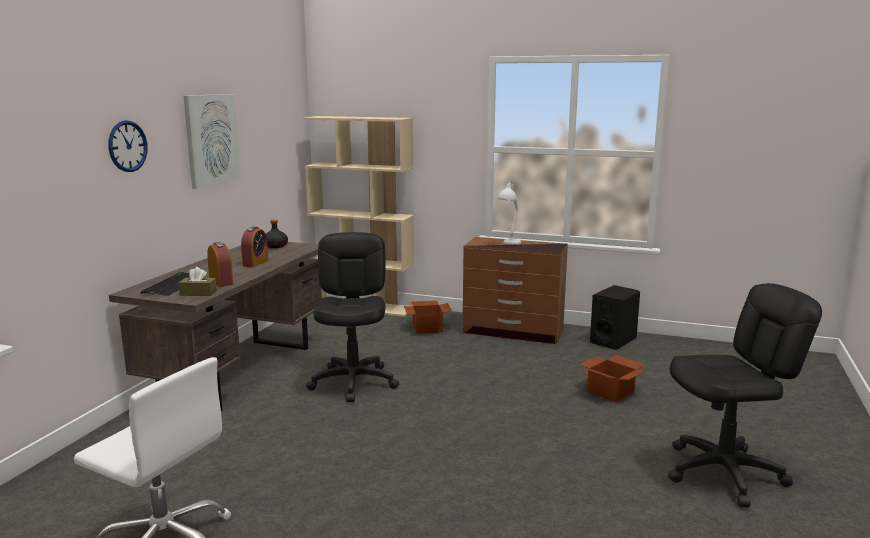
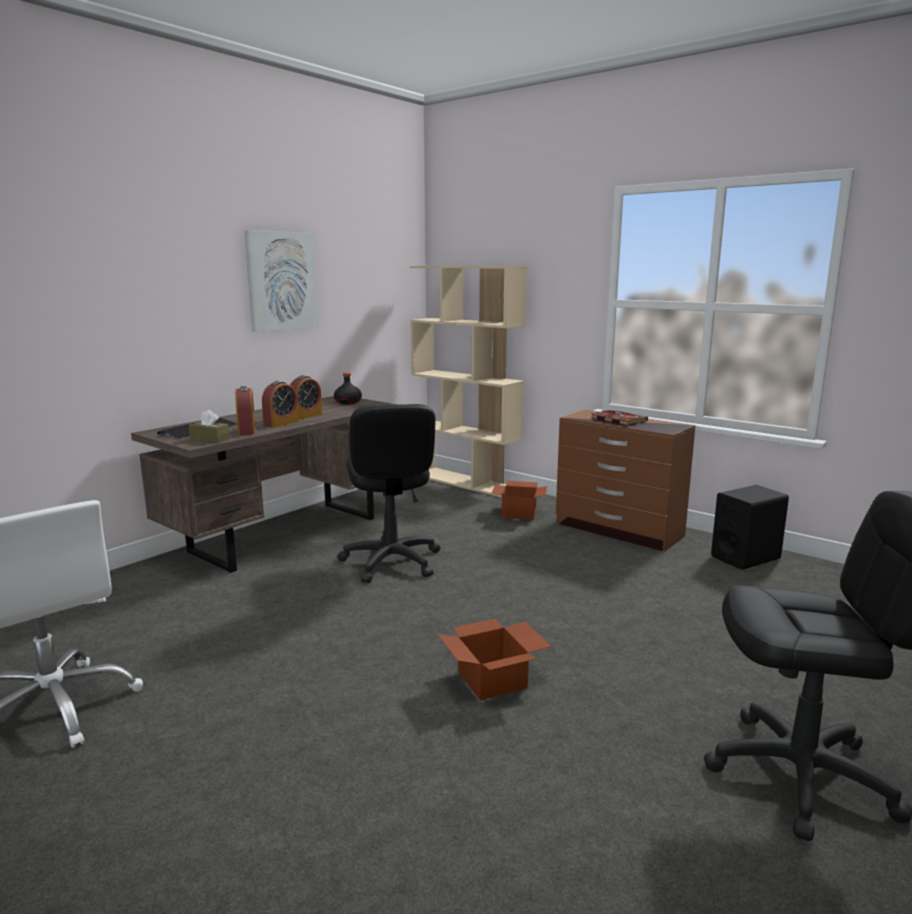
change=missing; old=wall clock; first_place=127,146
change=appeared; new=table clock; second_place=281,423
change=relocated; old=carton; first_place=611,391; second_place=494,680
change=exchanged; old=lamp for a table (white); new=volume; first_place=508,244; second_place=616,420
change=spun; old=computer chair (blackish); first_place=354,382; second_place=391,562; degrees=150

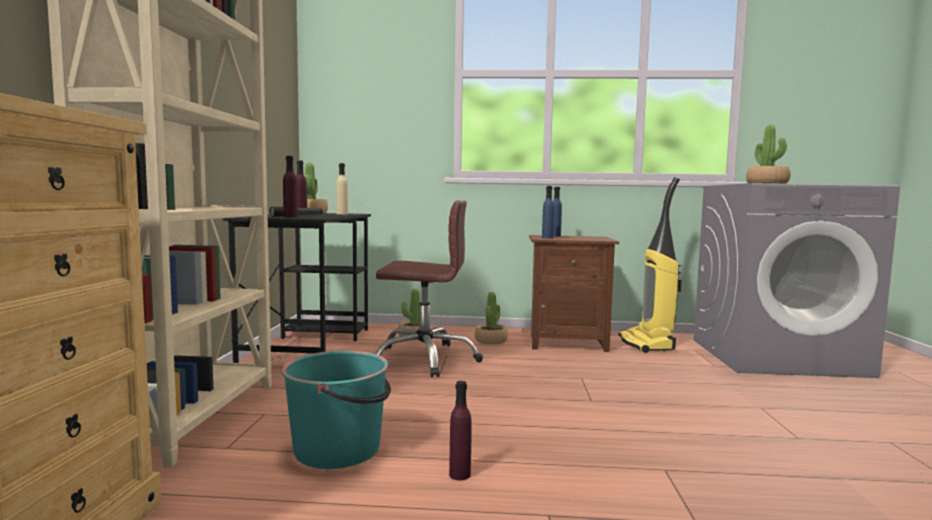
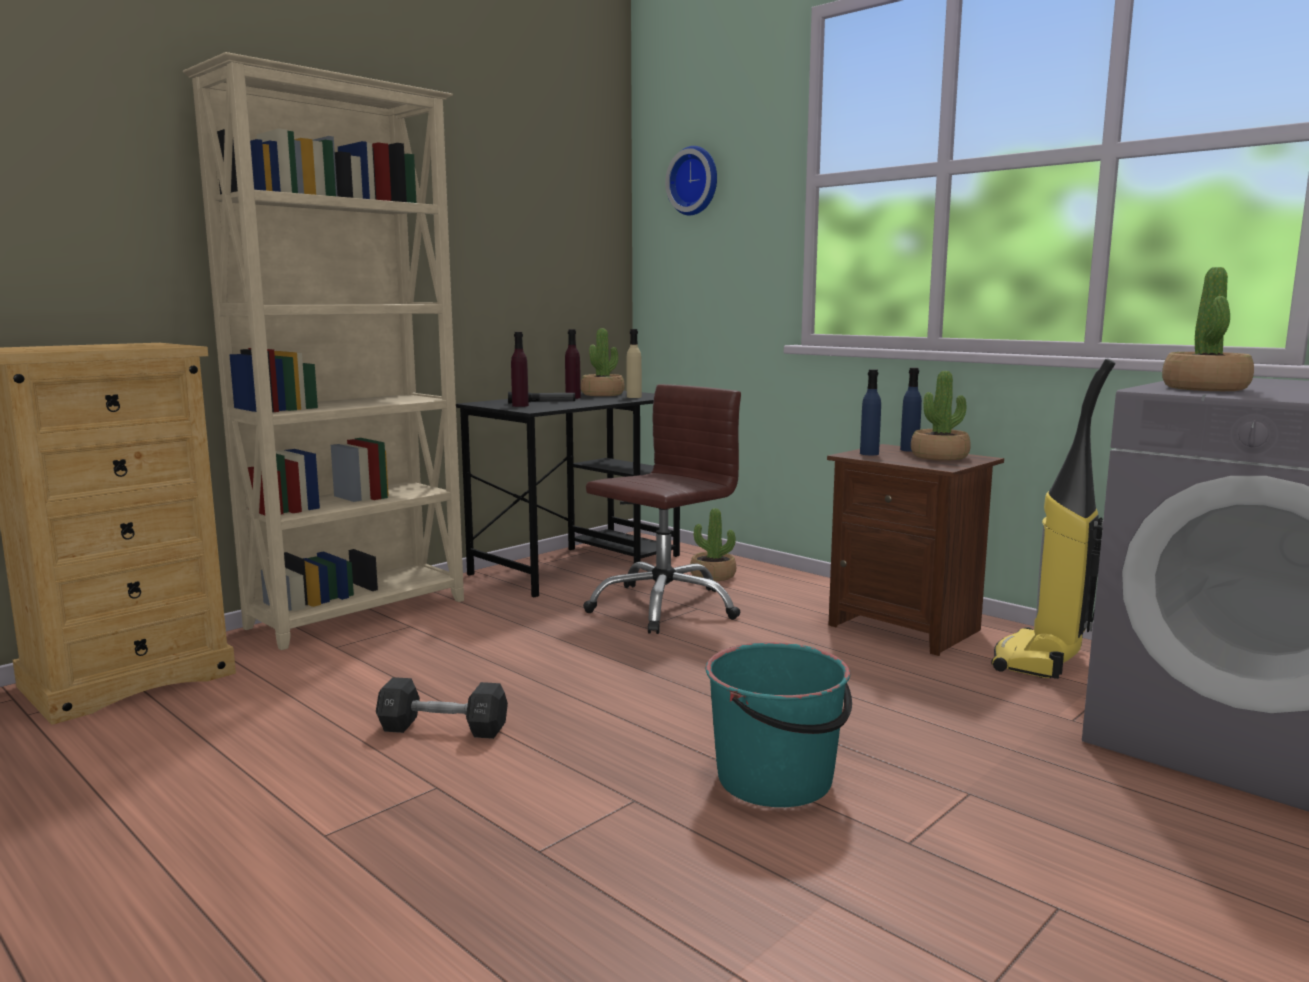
change=appeared; new=wall clock; second_place=695,181
change=relocated; old=pail (blue-green); first_place=339,449; second_place=776,780
change=relocated; old=plant in a pot; first_place=491,341; second_place=939,456
change=exchanged; old=drink bottle (purple); new=free weight (blackish); first_place=459,474; second_place=443,729
change=spun; old=computer chair (brownish); first_place=424,359; second_place=663,607; degrees=-90

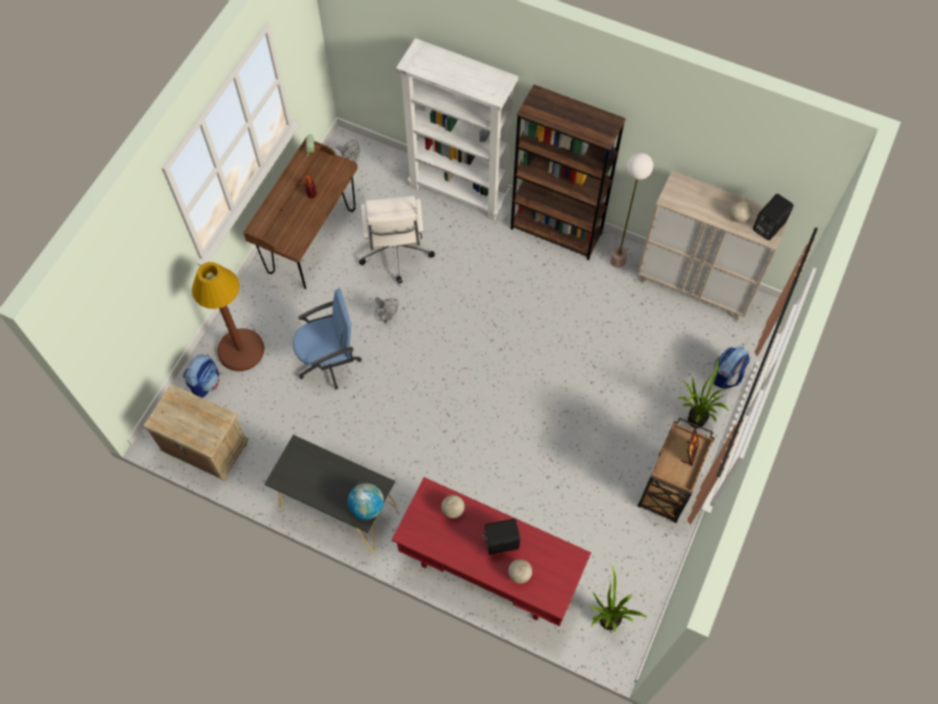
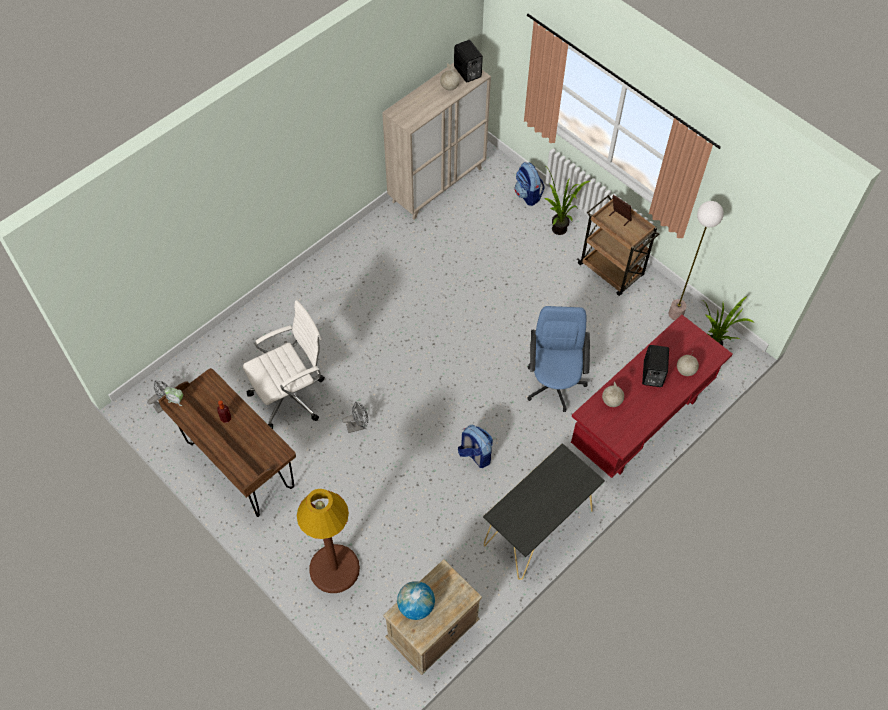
change=missing; old=shelving unit (white); first_place=459,192
change=missing; old=shelving unit (brownish); first_place=556,231
change=relocated; old=rucksack; first_place=206,383; second_place=475,455
change=relocated; old=computer chair (blue-coloured); first_place=329,361; second_place=554,383
change=relocated; old=globe; first_place=367,506; second_place=416,606
change=relocated; old=floor lamp; first_place=617,261; second_place=676,314
change=spun; old=computer chair (white); first_place=395,252; second_place=291,396; degrees=-45

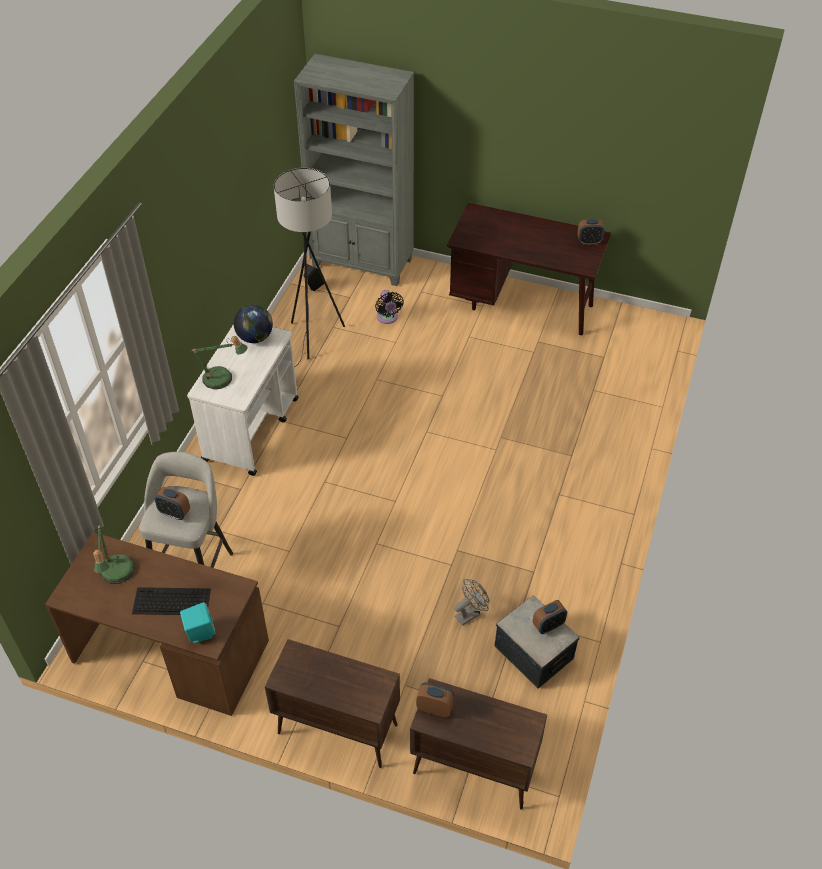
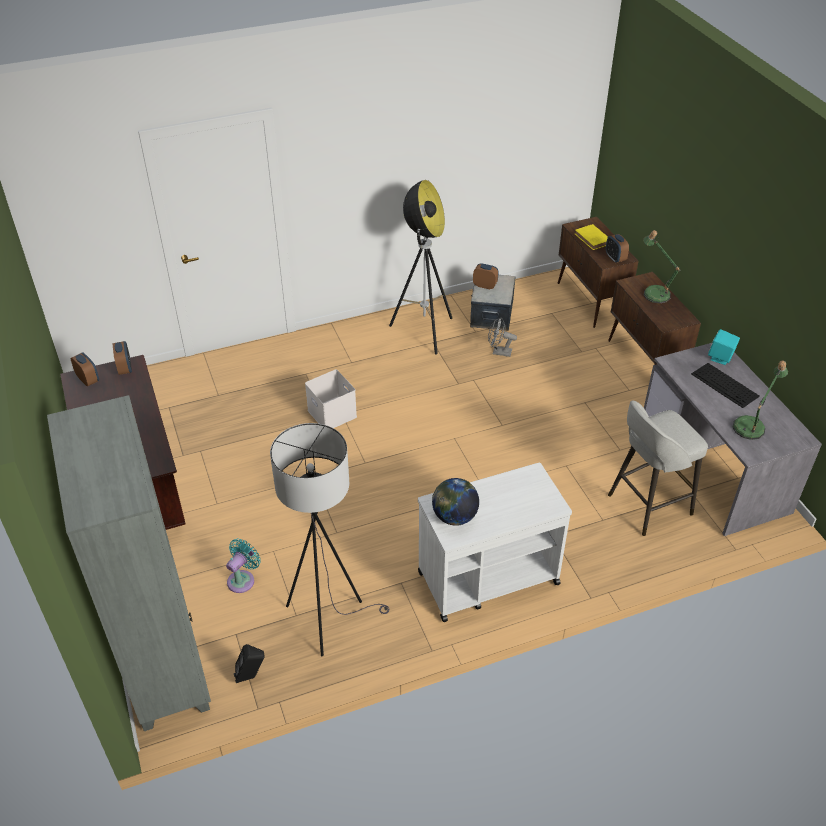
change=appeared; new=storage box (white); second_place=331,413
change=appeared; new=floor lamp; second_place=423,332
change=appeared; new=volume (yellow-coloured); second_place=593,239
change=relocated; old=table clock; first_place=174,513; second_place=125,368
change=relocated; old=lamp for a table; first_place=222,380; second_place=654,292
change=colour; old=desk unit (brownish); new=desk unit (grey); first_place=169,652; second_place=714,469
change=colour; old=fan (blackish); new=fan (blue-green); first_place=387,318; second_place=243,579

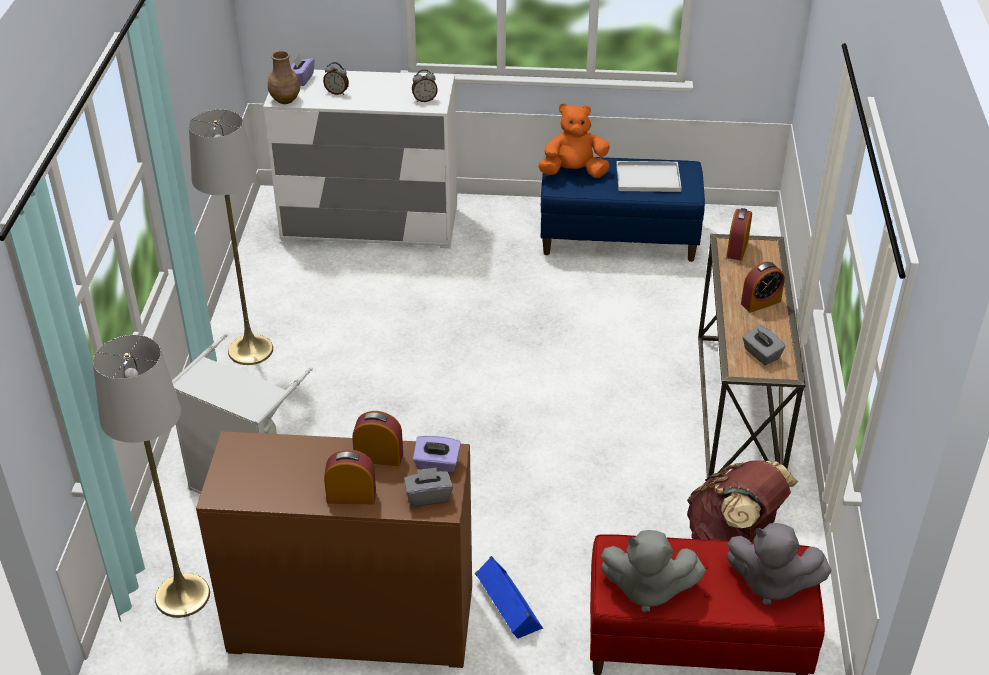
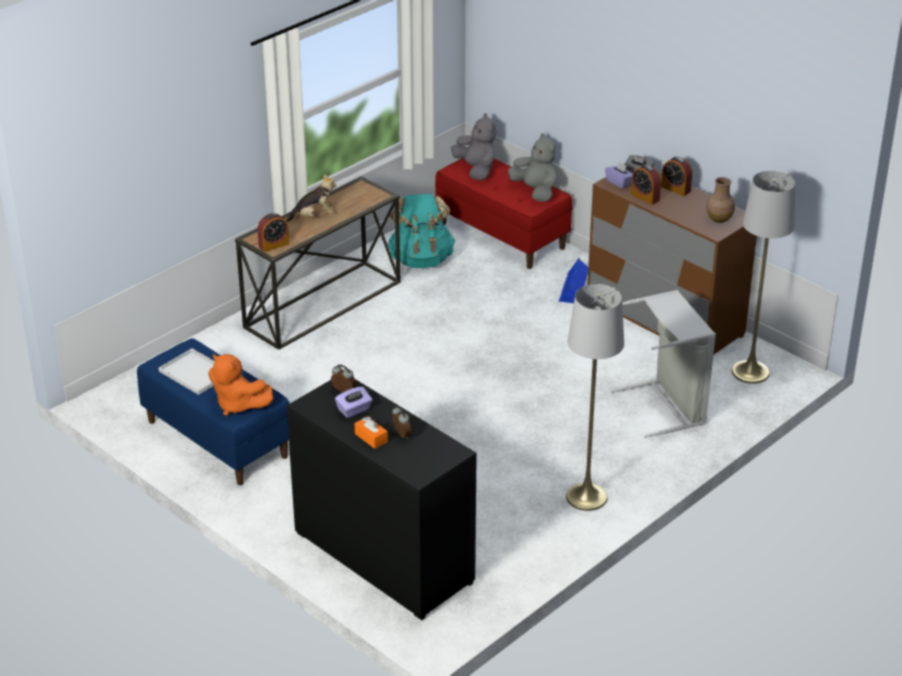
change=missing; old=tissue box (grey); first_place=761,354
change=appeared; new=tissue box (orange); second_place=371,438
change=relocated; old=vase (brownish); first_place=286,100; second_place=718,219
change=relocated; old=tissue box (purple); first_place=301,79; second_place=354,410
change=exchanged; old=table clock; new=soft toy; first_place=760,302; second_place=314,216
change=colour; old=drawer chest (white); new=drawer chest (blackish); first_place=370,224; second_place=383,558
change=colour; old=rucksack (brownish); new=rucksack (blue-green); first_place=732,536; second_place=421,259

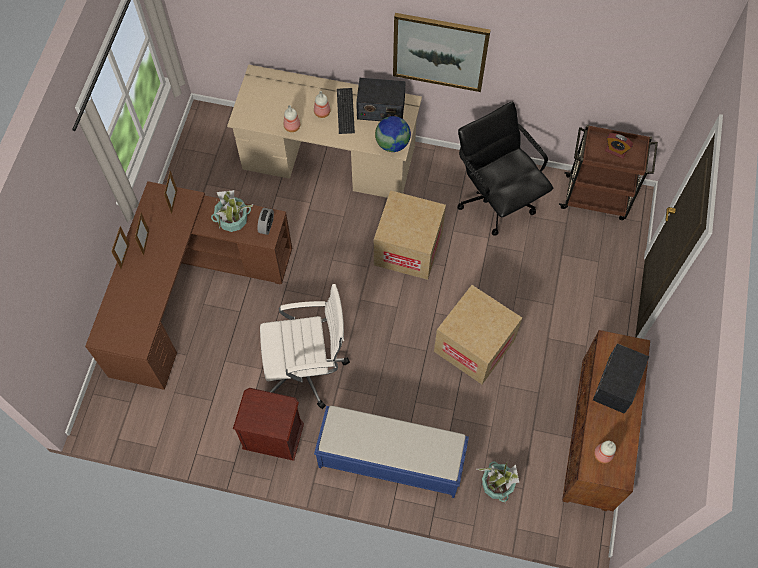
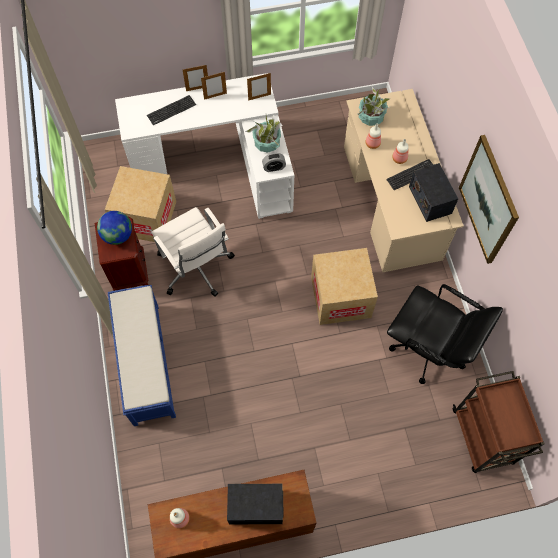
change=missing; old=table clock; first_place=615,151
change=appeared; new=PC keyboard; second_place=171,110
change=relocated; old=globe; first_place=392,144; second_place=118,235
change=relocated; old=carton; first_place=474,346; second_place=146,218
change=relocated; old=plant in a pot; first_place=497,484; second_place=371,117
change=colour; old=desk unit (brownish); new=desk unit (white); first_place=188,292; second_place=221,161
change=spun; old=computer chair (blackish); first_place=496,199; second_place=429,349; degrees=90

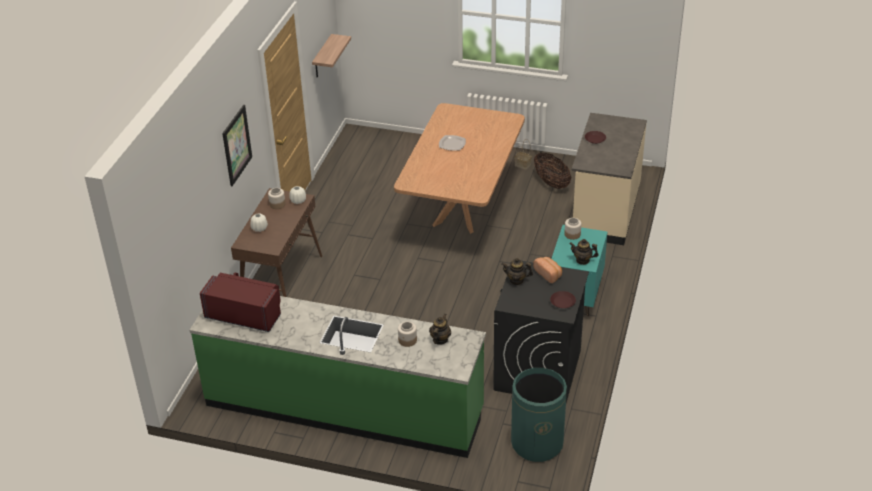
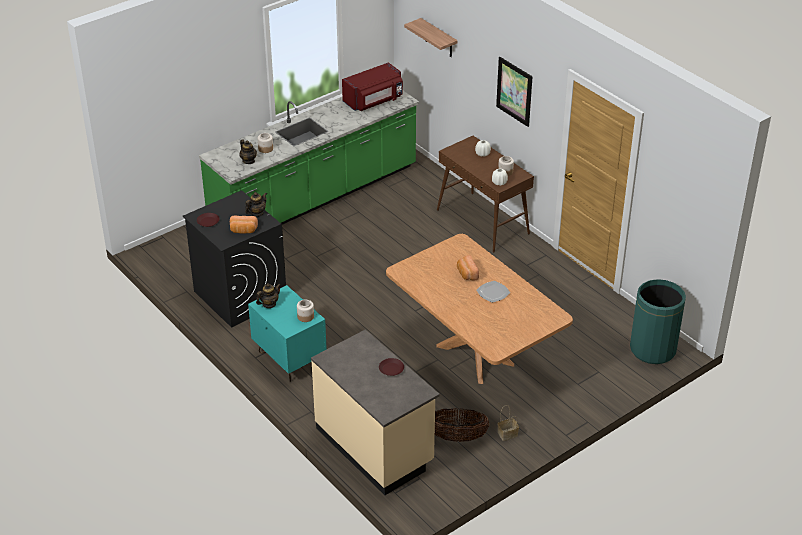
change=appeared; new=bakery bread; second_place=466,274
change=relocated; old=wall shelf; first_place=322,57; second_place=438,39
change=relocated; old=trash can (green); first_place=537,443; second_place=653,349

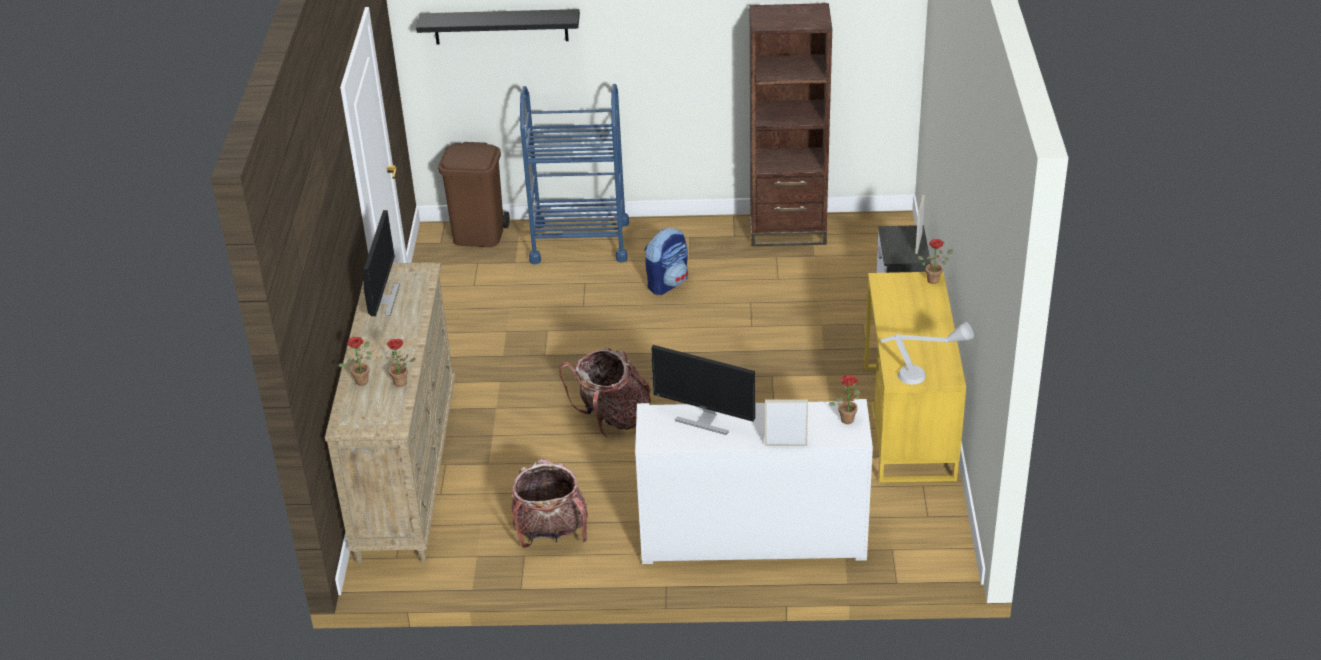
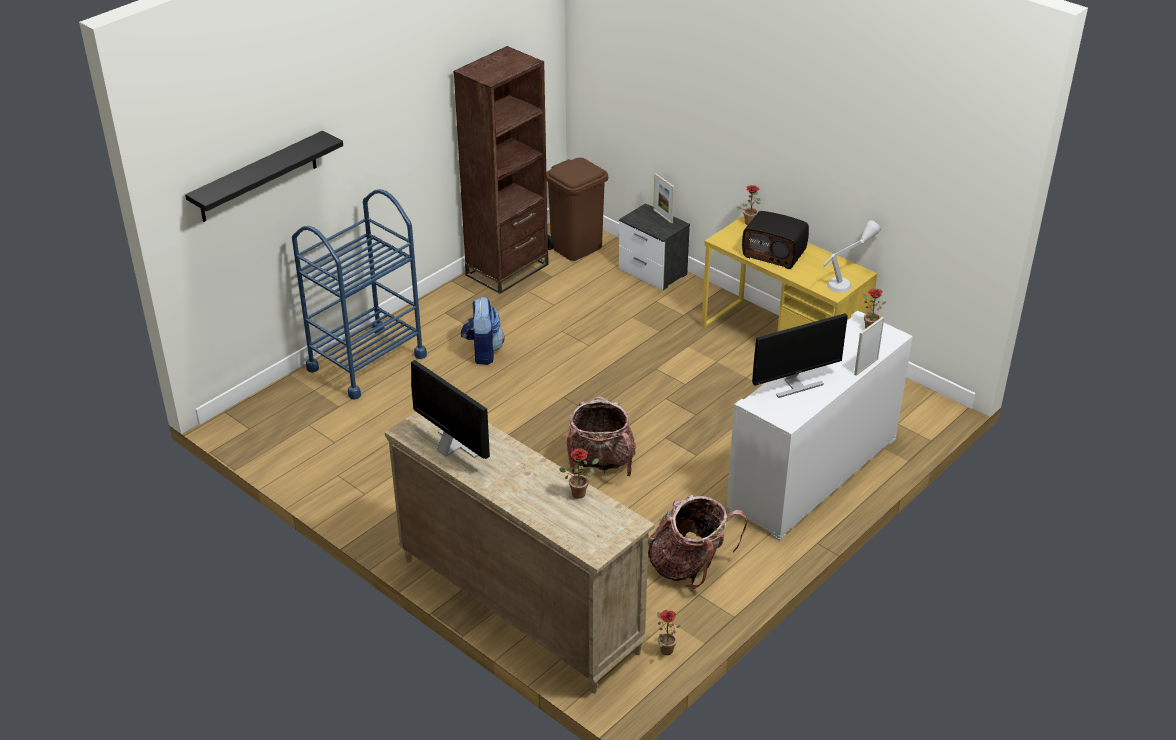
change=appeared; new=radio receiver; second_place=774,253
change=relocated; old=plant in a pot; first_place=362,379; second_place=664,649
change=relocated; old=trash can (brownish); first_place=479,235; second_place=576,247

